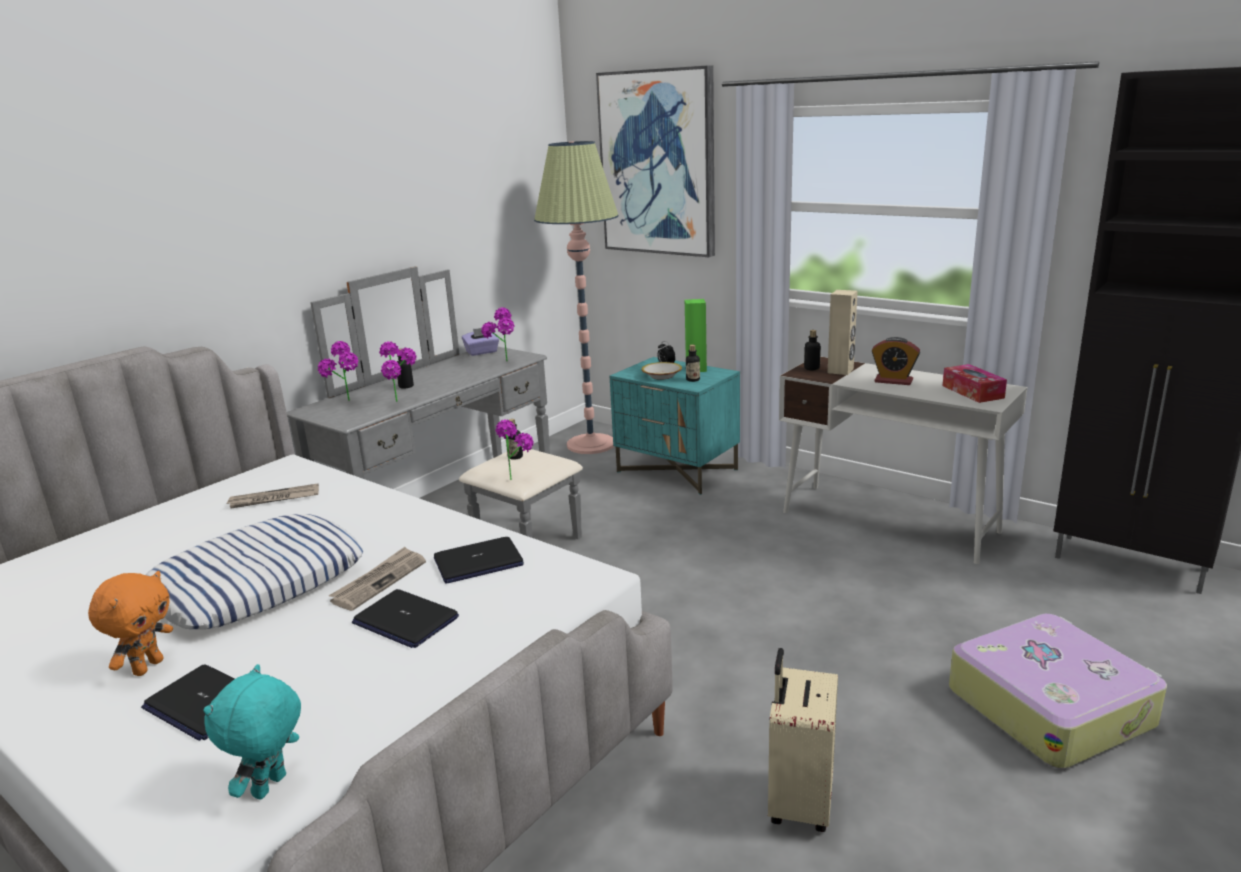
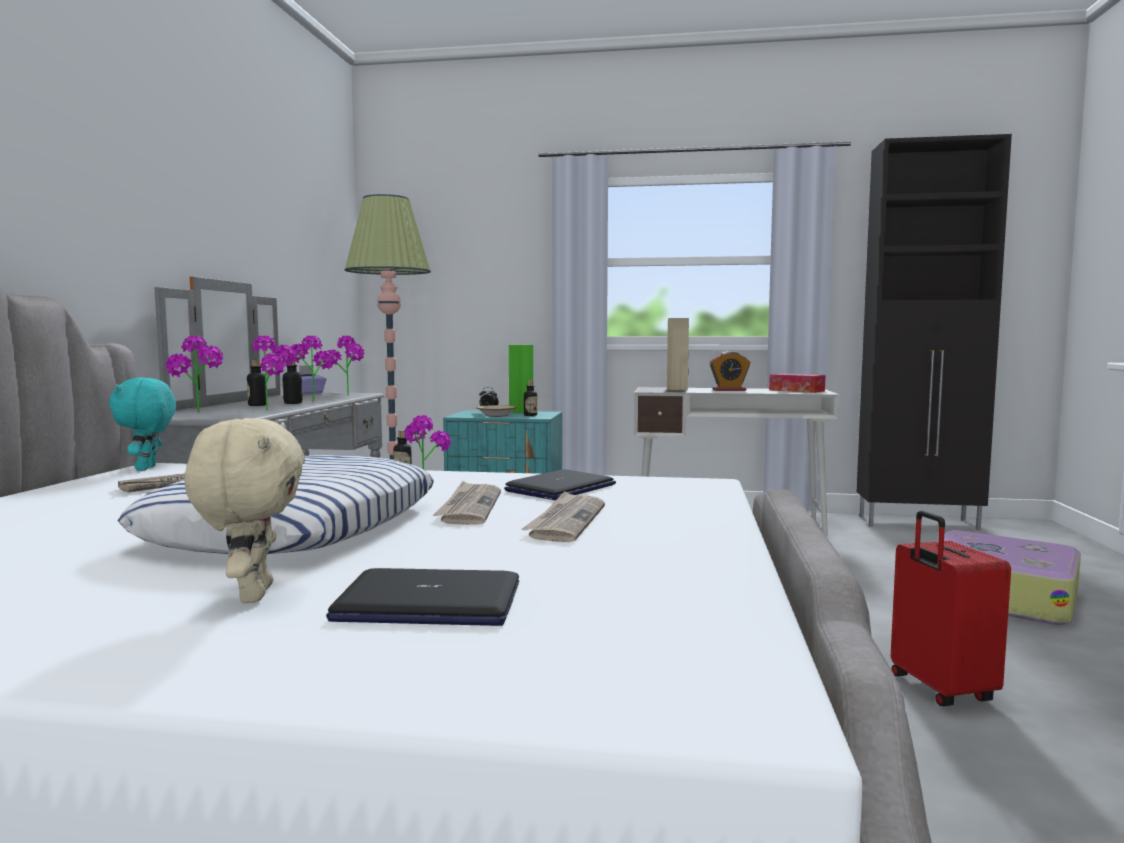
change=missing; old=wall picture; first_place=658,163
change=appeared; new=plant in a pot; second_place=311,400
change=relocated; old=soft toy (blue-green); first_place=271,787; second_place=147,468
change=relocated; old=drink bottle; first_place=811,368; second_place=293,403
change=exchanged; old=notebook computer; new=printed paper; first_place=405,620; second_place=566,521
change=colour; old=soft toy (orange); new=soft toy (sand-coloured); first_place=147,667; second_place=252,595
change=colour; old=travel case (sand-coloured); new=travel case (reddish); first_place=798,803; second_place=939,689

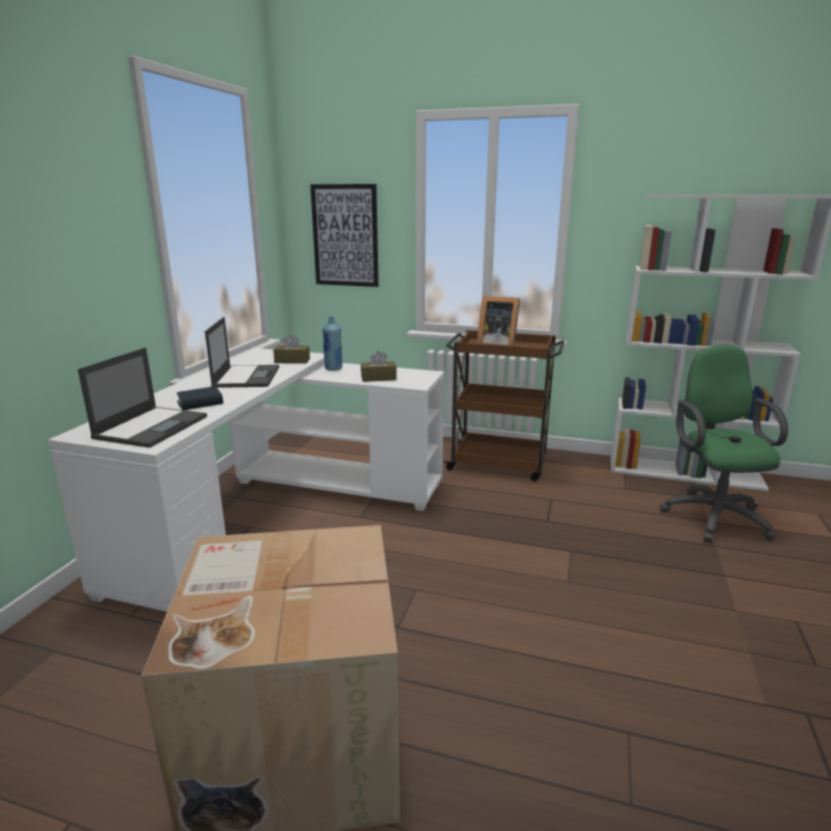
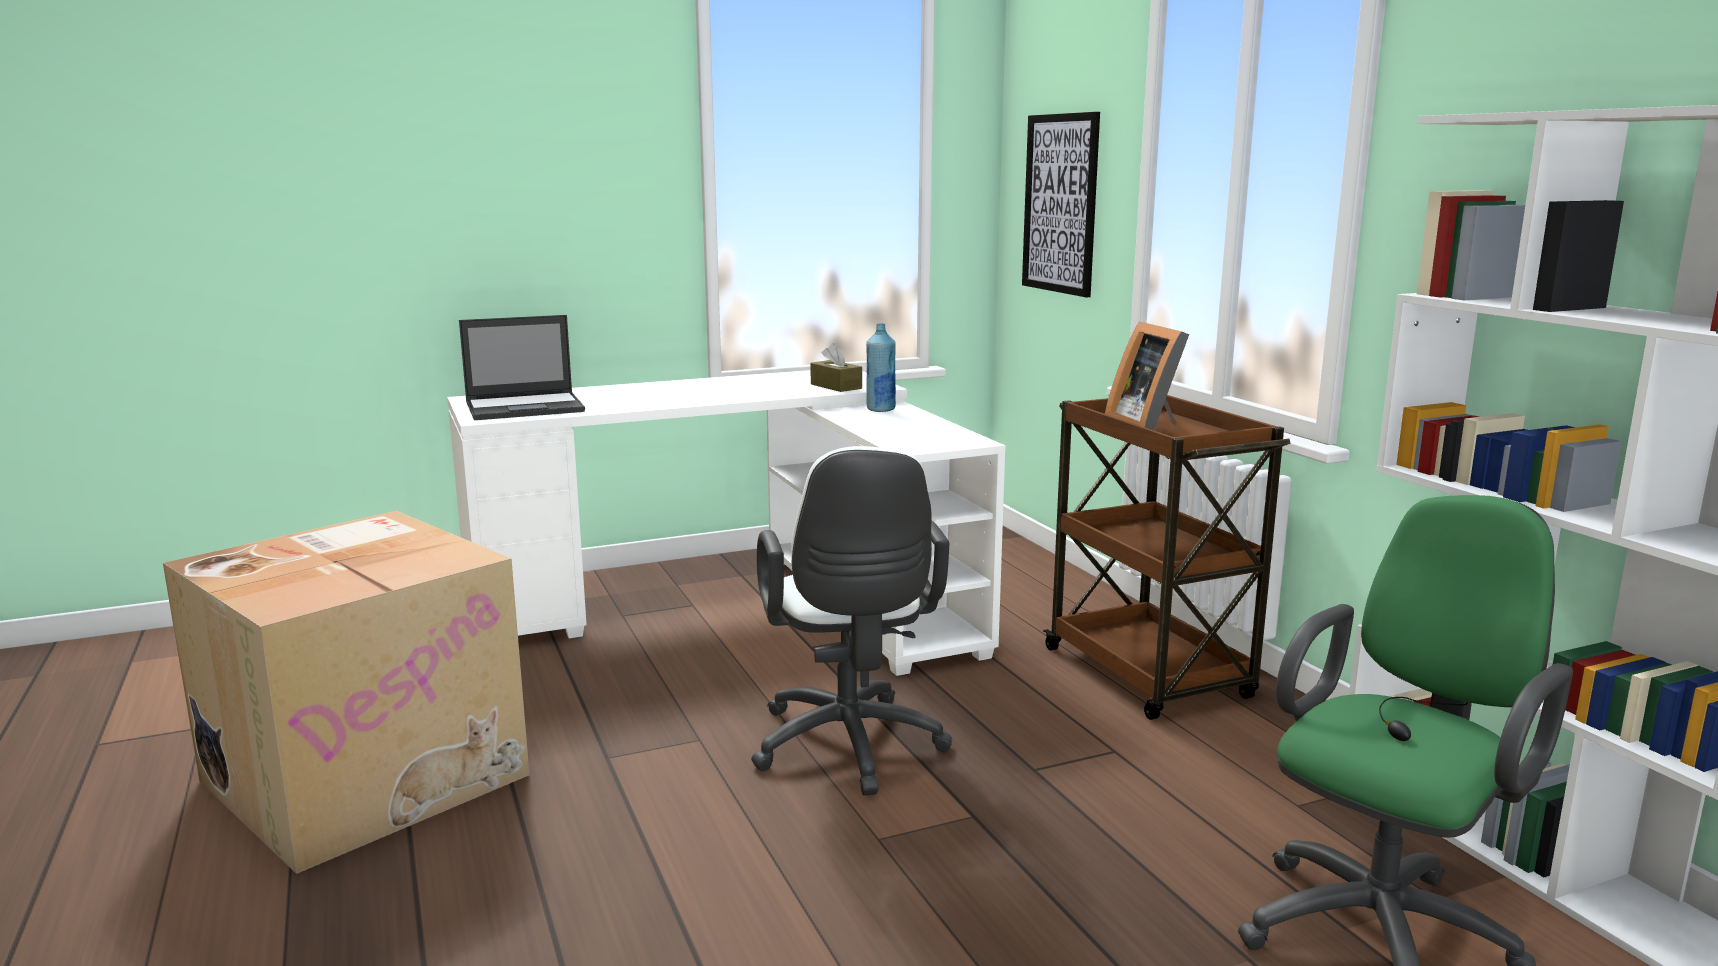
change=missing; old=volume; first_place=200,403
change=missing; old=notebook computer; first_place=246,376
change=missing; old=tissue box (brownish); first_place=378,378
change=appeared; new=computer chair (white); second_place=849,749

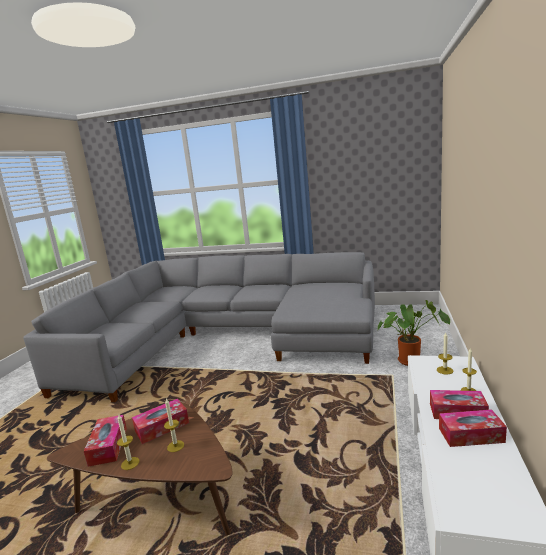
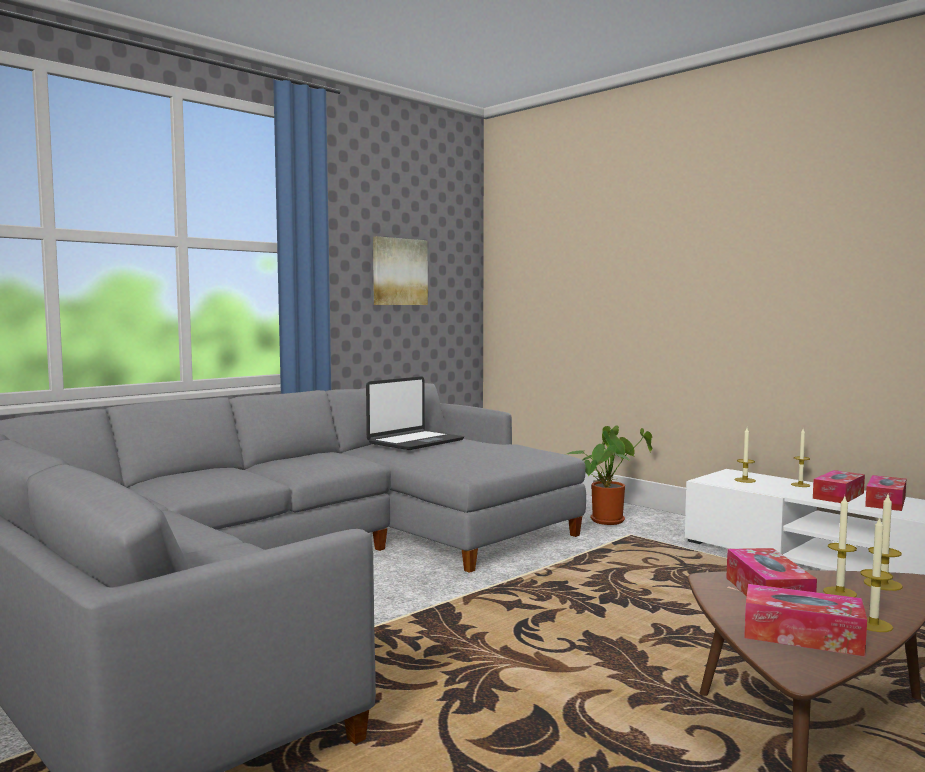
change=appeared; new=notebook computer; second_place=415,442
change=appeared; new=wall picture; second_place=399,272
change=appeared; new=wax light; second_place=882,584

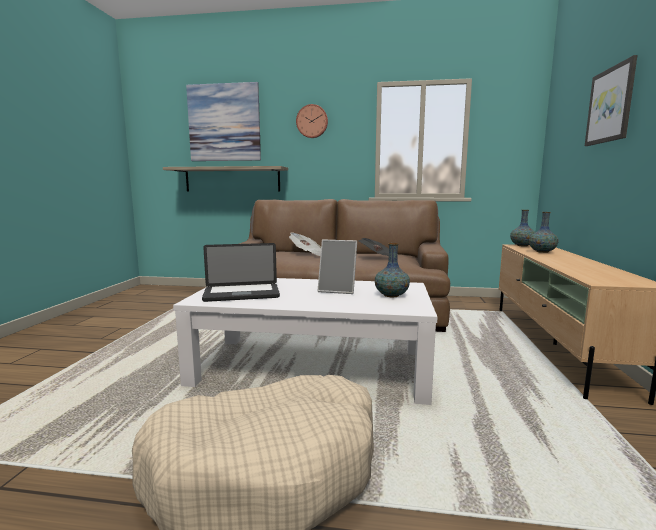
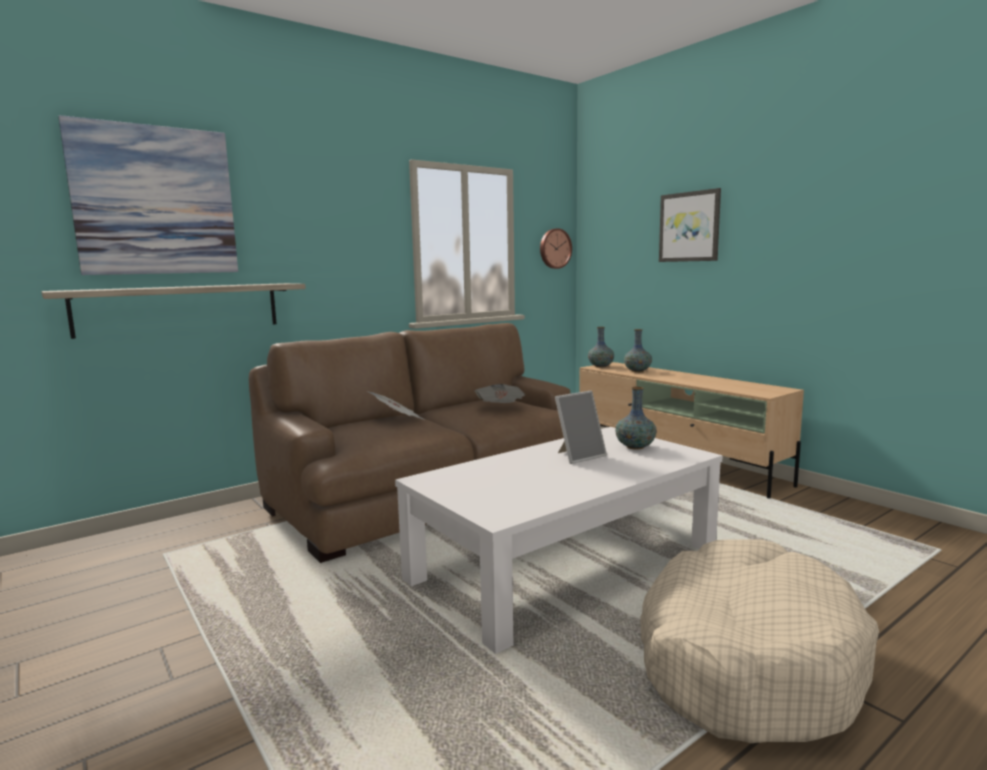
change=missing; old=notebook computer; first_place=241,294
change=relocated; old=wall clock; first_place=312,121; second_place=554,248

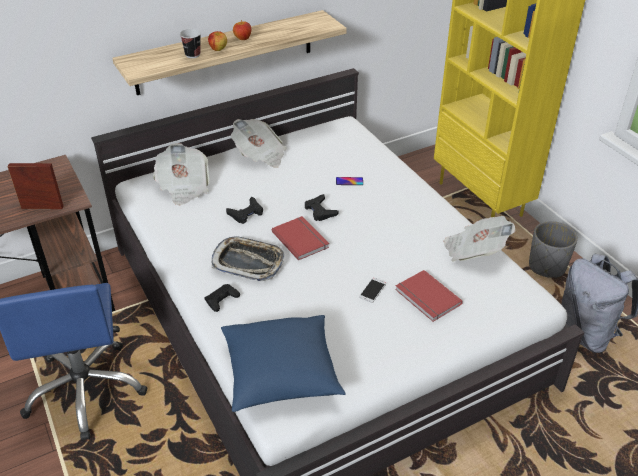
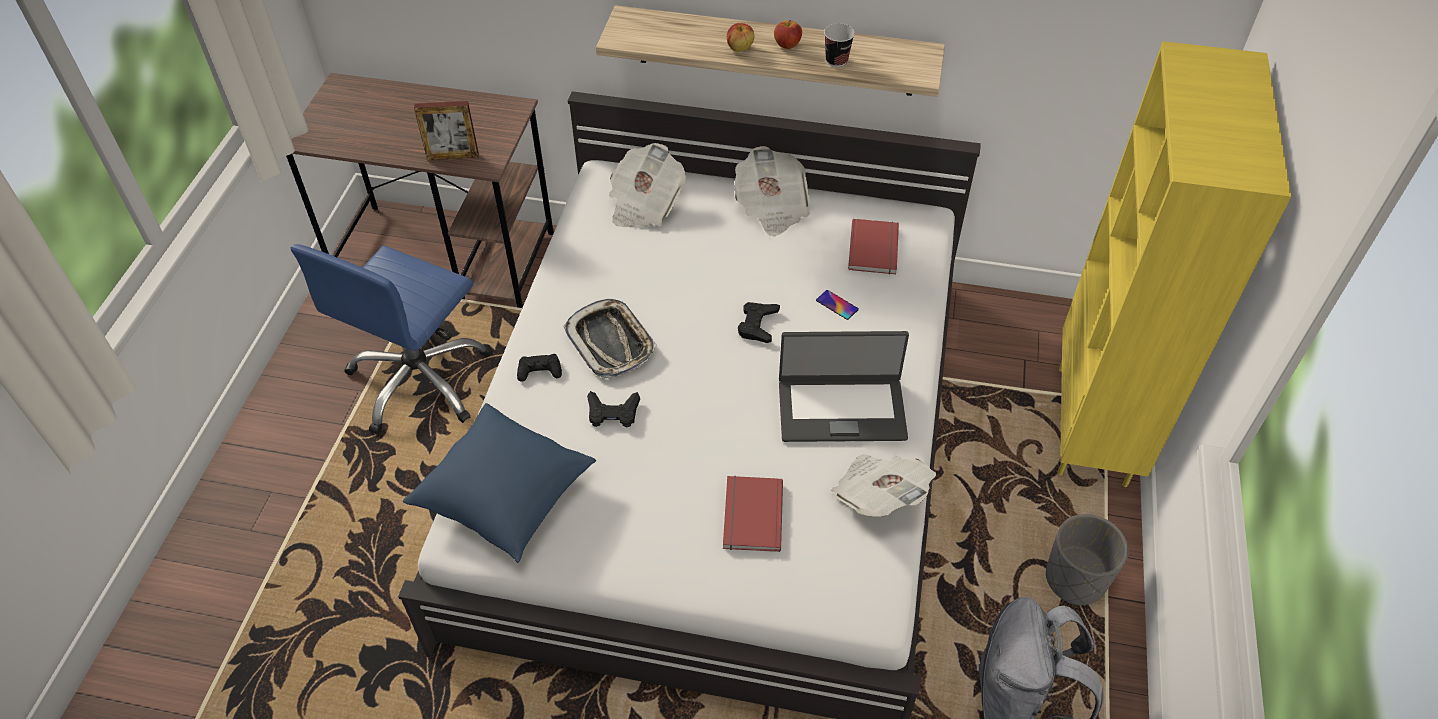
change=missing; old=phone; first_place=372,290
change=appeared; new=notebook computer; second_place=841,409
change=relocated; old=drinking cup; first_place=193,55; second_place=836,61
change=relocated; old=joypad (blackish); first_place=246,213; second_place=613,413
change=relocated; old=volume (reddish); first_place=301,239; second_place=875,248
change=spun; old=picture frame; first_place=42,207; second_place=453,156; degrees=135

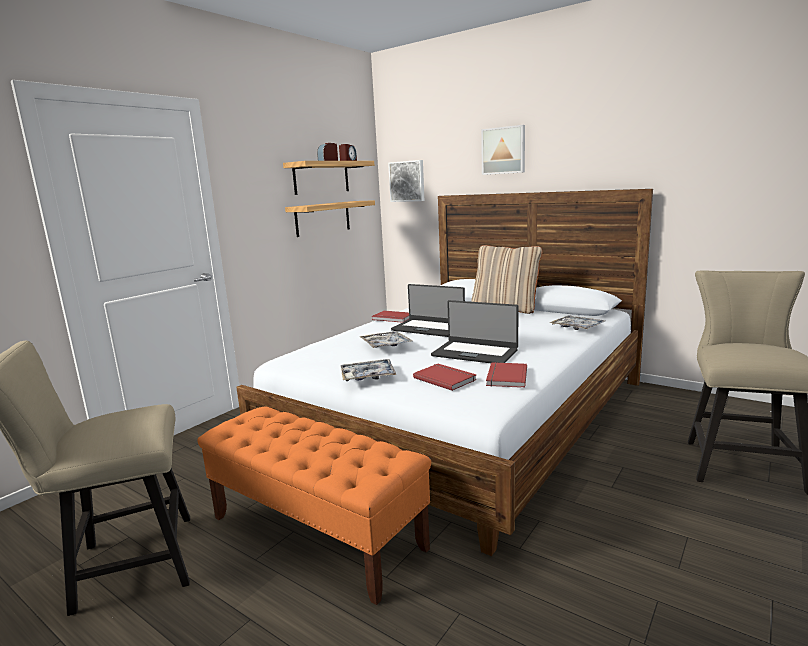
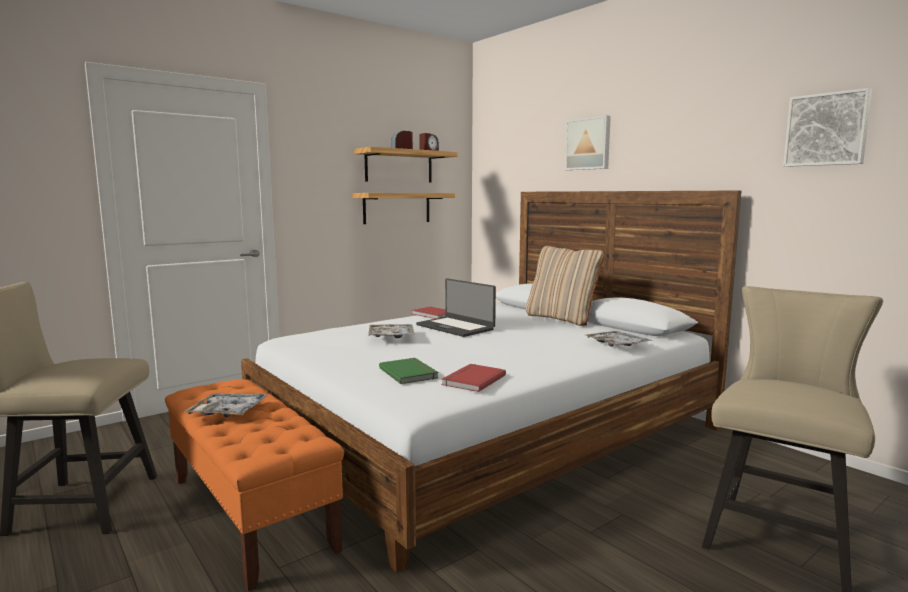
change=missing; old=notebook computer; first_place=475,353
change=relocated; old=tray; first_place=368,376; second_place=228,411
change=relocated; old=wall picture; first_place=407,181; second_place=827,129
change=colour; old=volume (reddish); new=volume (green); first_place=445,378; second_place=409,373

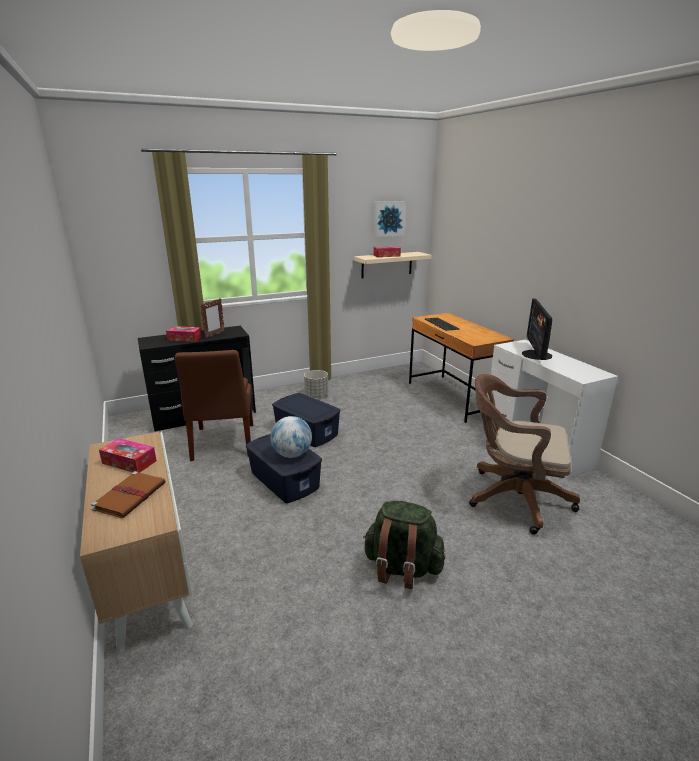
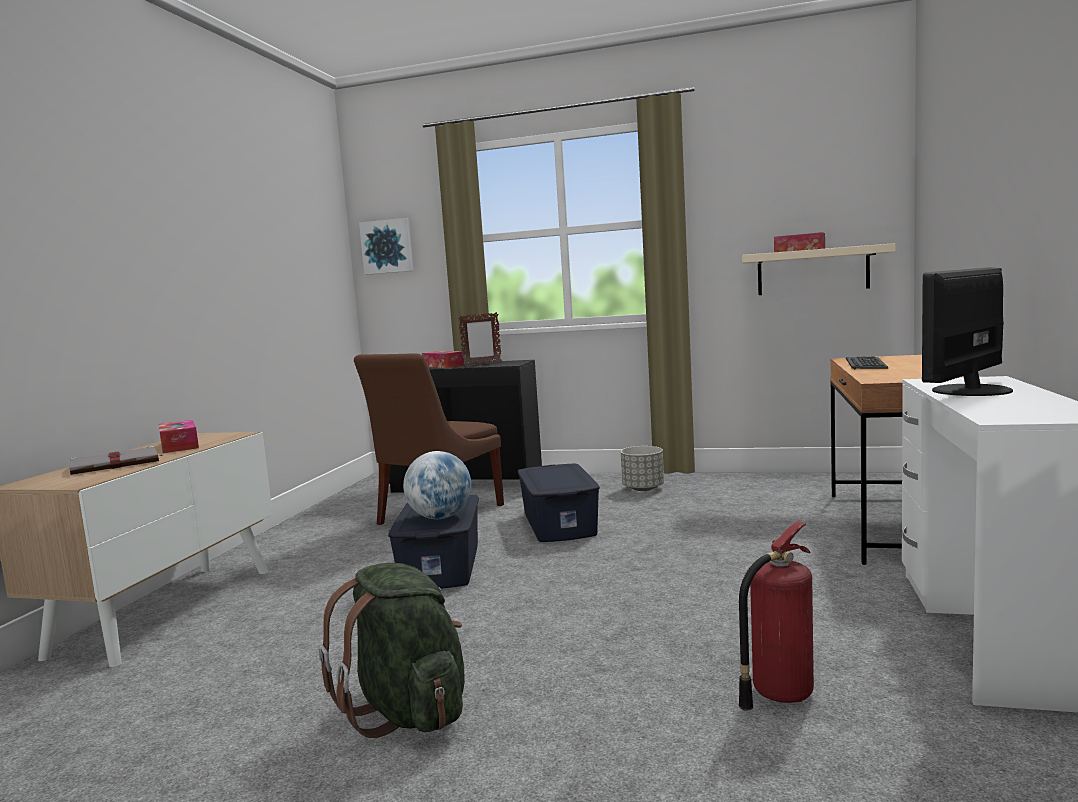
change=relocated; old=wall picture; first_place=388,219; second_place=387,246
change=exchanged; old=computer chair (brownish); new=extinguisher; first_place=512,497; second_place=778,694
change=colour; old=volume (brownish); new=volume (grey); first_place=131,495; second_place=117,464

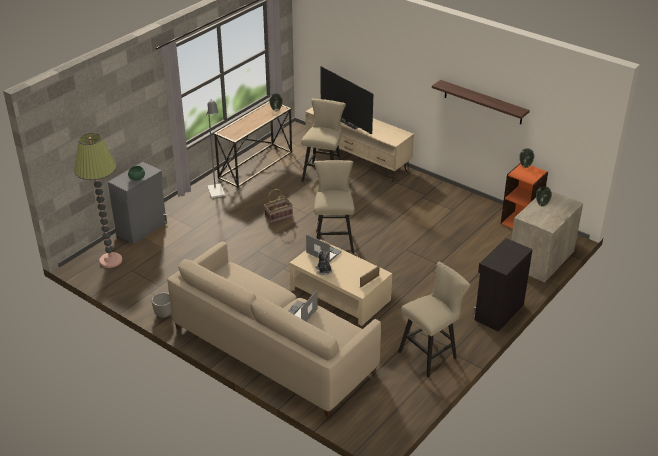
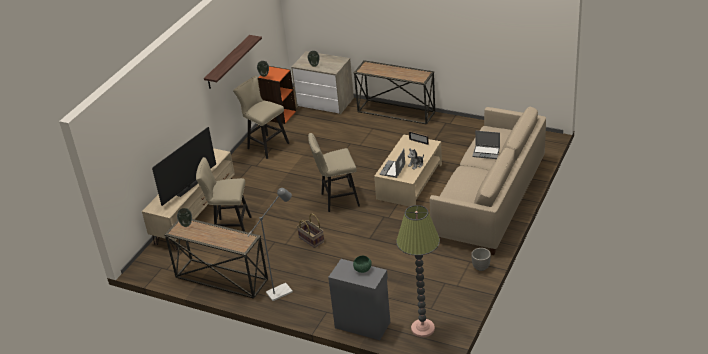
change=relocated; old=stool (sand-coloured); first_place=431,354; second_place=265,145
change=exchanged; old=cupboard (blackish); new=hall table; first_place=498,312; second_place=396,111

